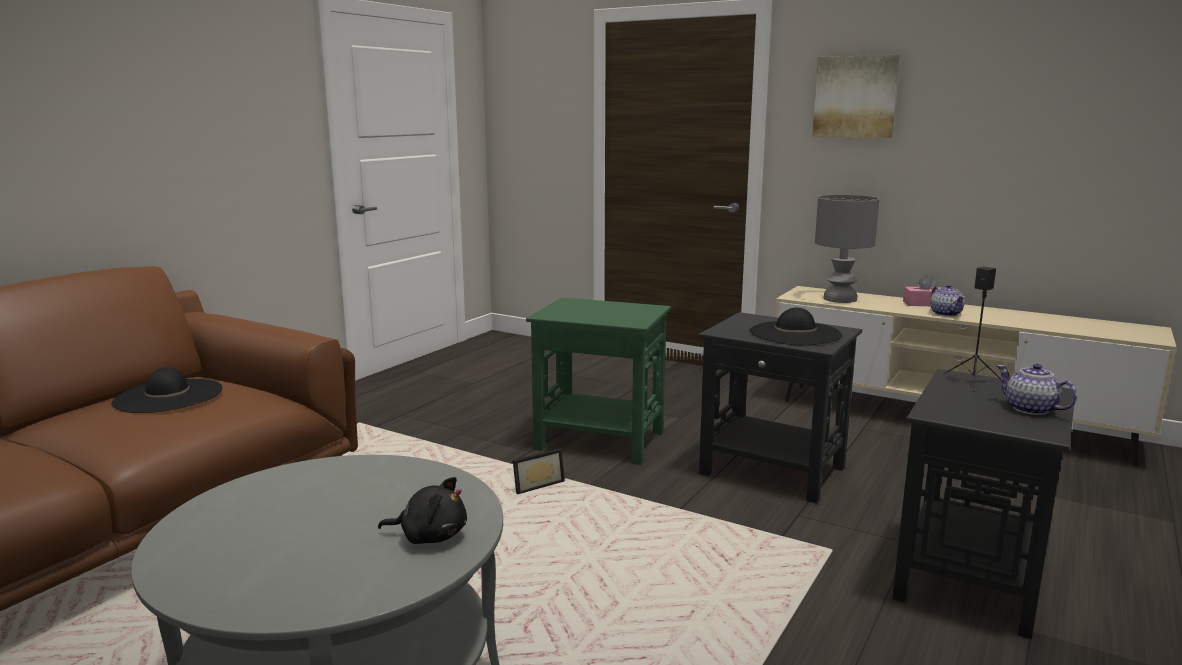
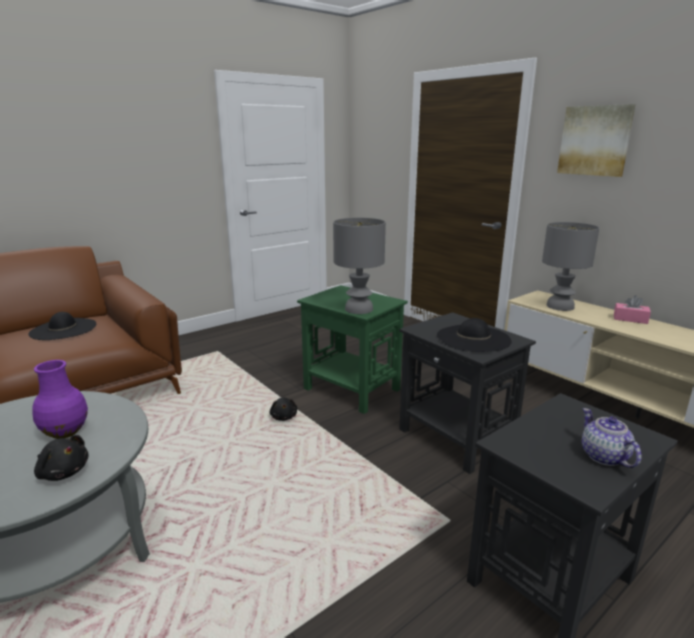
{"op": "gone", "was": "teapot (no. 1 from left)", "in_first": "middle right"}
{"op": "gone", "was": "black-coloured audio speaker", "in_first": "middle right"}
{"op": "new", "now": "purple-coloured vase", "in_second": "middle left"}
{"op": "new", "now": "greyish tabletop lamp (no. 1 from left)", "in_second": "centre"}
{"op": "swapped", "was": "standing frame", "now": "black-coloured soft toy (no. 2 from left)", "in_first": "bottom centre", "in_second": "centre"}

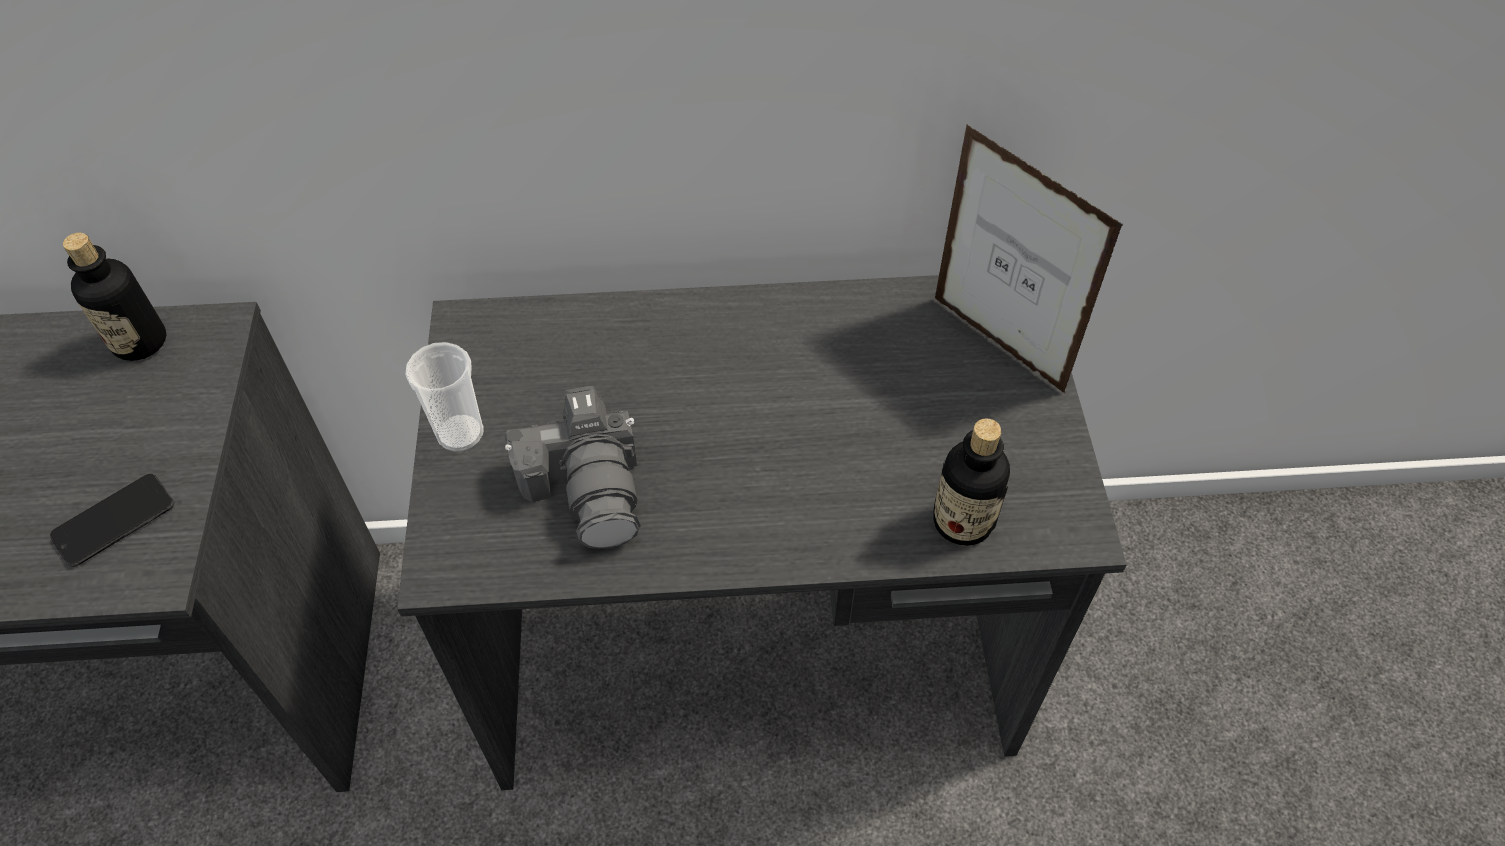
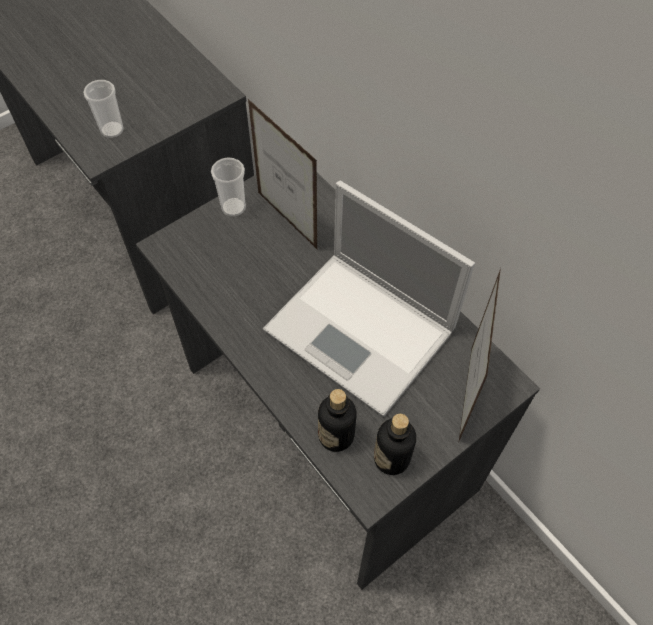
{"op": "gone", "was": "still camera", "in_first": "centre"}
{"op": "new", "now": "standing frame (no. 1 from left)", "in_second": "top centre"}
{"op": "new", "now": "notebook computer", "in_second": "centre"}
{"op": "shifted", "was": "beverage bottle (no. 1 from left in the first image)", "now": "beverage bottle (no. 2 from left)", "in_first": "middle left", "in_second": "bottom centre"}
{"op": "swapped", "was": "phone", "now": "drinking cup (no. 1 from left)", "in_first": "middle left", "in_second": "top left"}

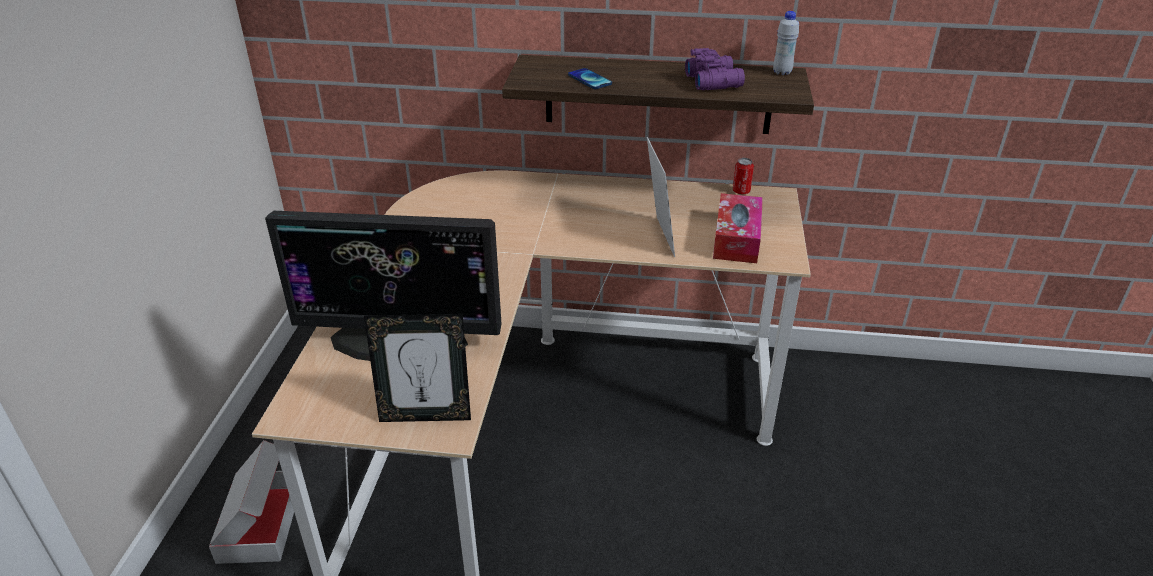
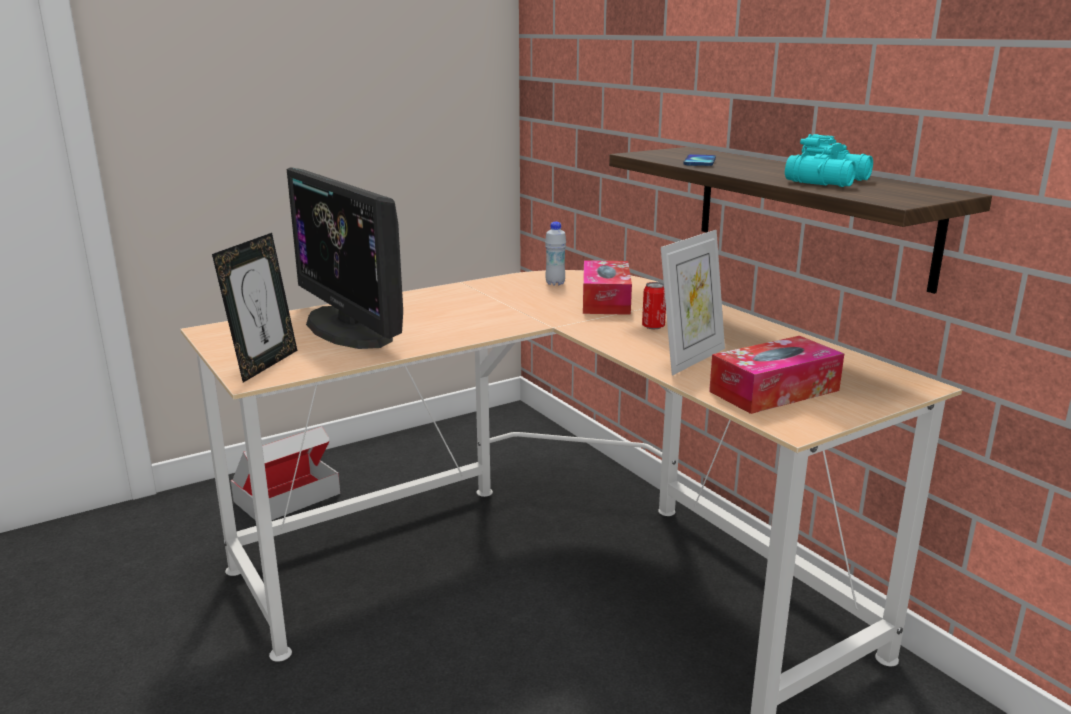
{"op": "new", "now": "tissue holder (no. 1 from left)", "in_second": "centre"}
{"op": "shifted", "was": "sealed can", "in_first": "top centre", "in_second": "centre"}
{"op": "shifted", "was": "white beverage bottle", "in_first": "top right", "in_second": "centre"}
{"op": "repainted", "was": "purple-coloured binoculars", "now": "turquoise binoculars", "in_first": "top centre", "in_second": "top right"}
{"op": "rotated", "was": "standing frame (no. 1 from left)", "in_first": "centre", "in_second": "middle left", "clockwise": -120}

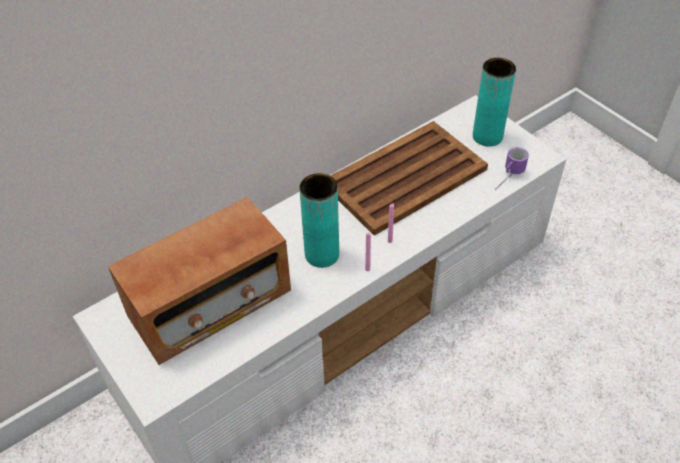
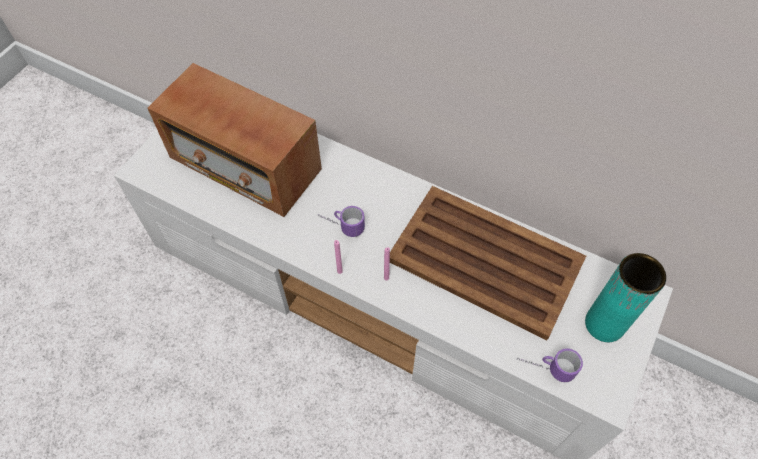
{"op": "swapped", "was": "turquoise vase (no. 1 from left)", "now": "coffee mug (no. 1 from left)", "in_first": "centre", "in_second": "centre"}

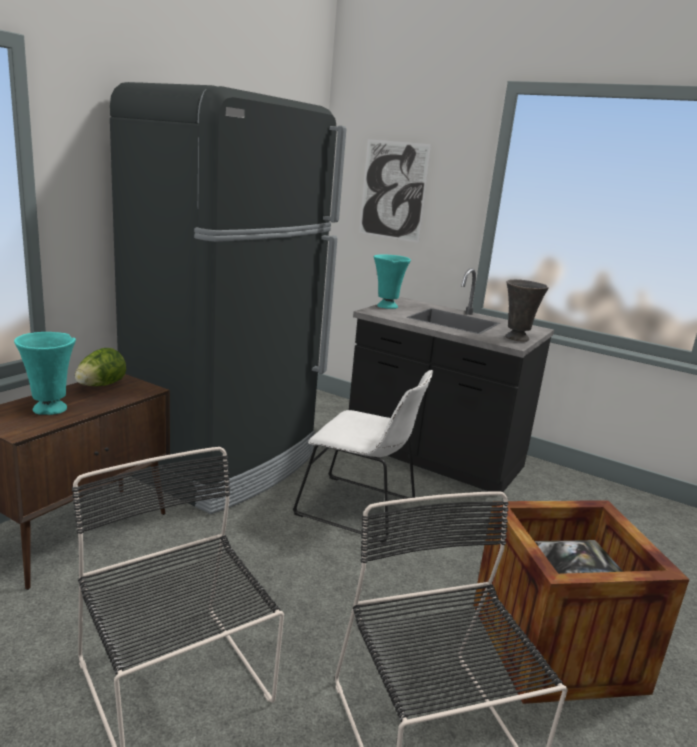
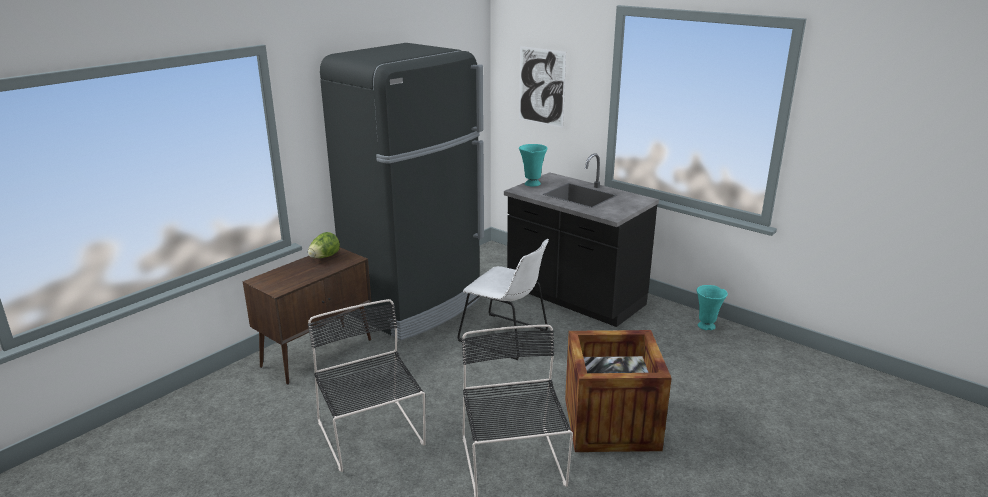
{"op": "gone", "was": "greyish vase", "in_first": "middle right"}
{"op": "shifted", "was": "turquoise vase (no. 1 from left in the first image)", "now": "turquoise vase (no. 2 from left)", "in_first": "middle left", "in_second": "middle right"}

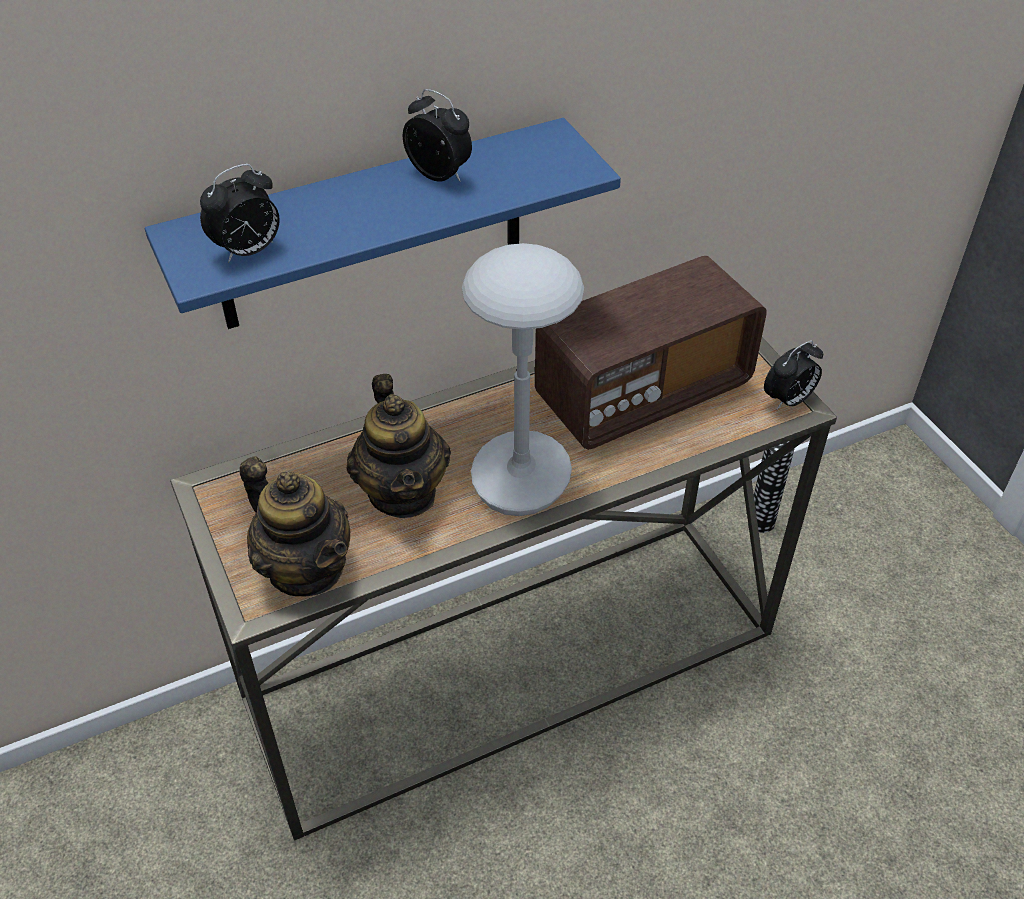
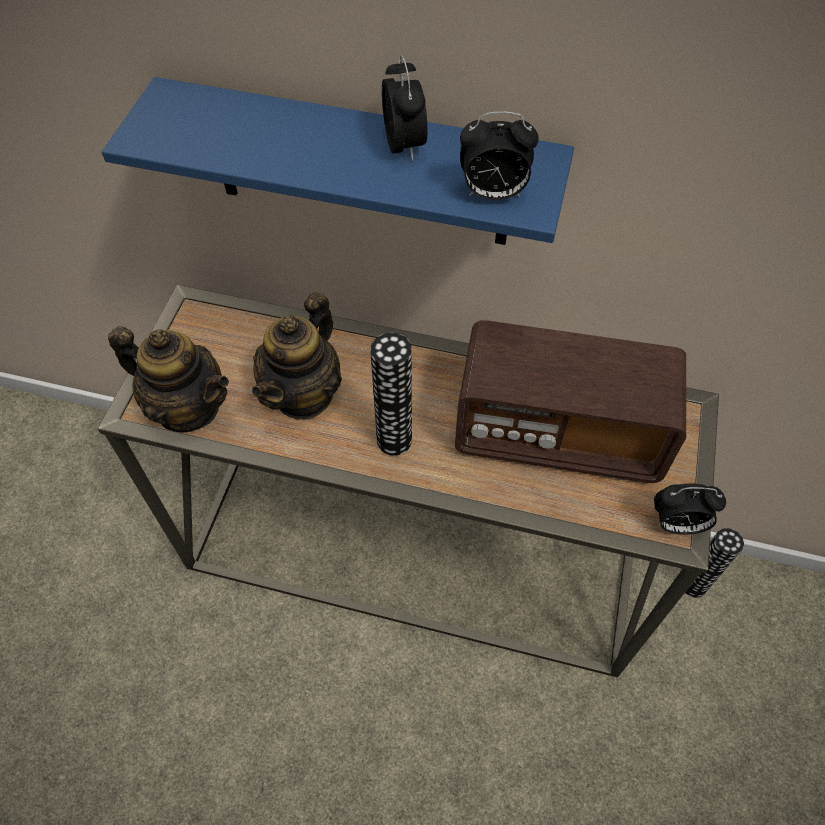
{"op": "shifted", "was": "bedside clock (no. 1 from left in the first image)", "now": "bedside clock (no. 2 from left)", "in_first": "top left", "in_second": "top centre"}
{"op": "swapped", "was": "greyish tabletop lamp", "now": "vase (no. 1 from left)", "in_first": "centre", "in_second": "centre"}
{"op": "rotated", "was": "teapot (no. 1 from left)", "in_first": "middle left", "in_second": "middle left", "clockwise": -60}

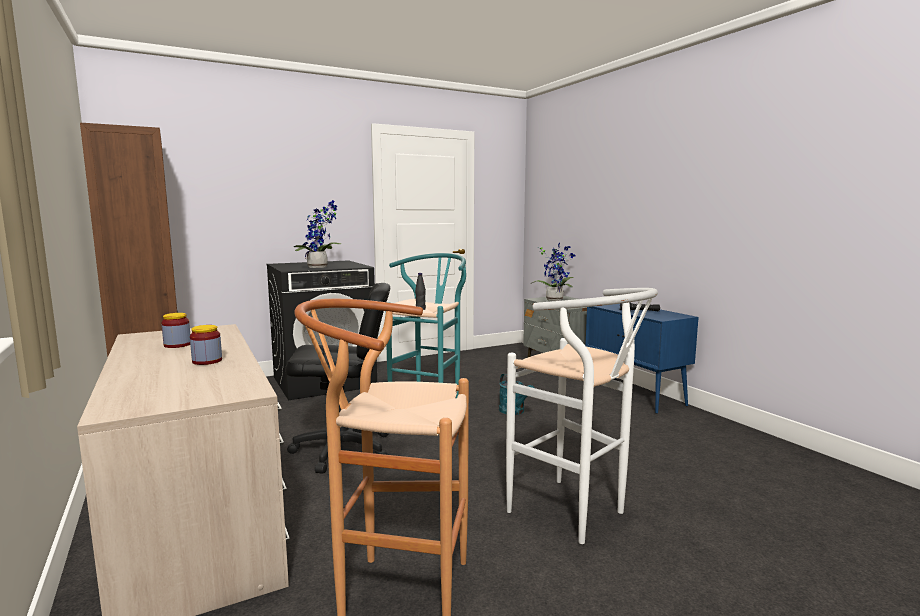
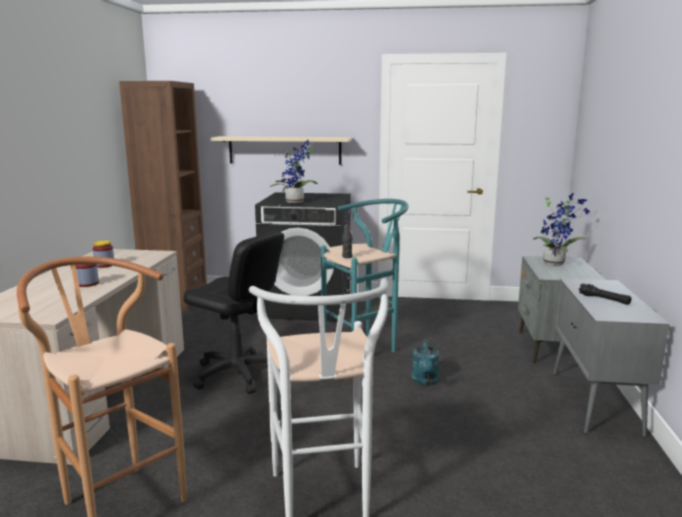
{"op": "new", "now": "sand-coloured bracket shelf", "in_second": "top centre"}
{"op": "repainted", "was": "blue cabinet", "now": "greyish cabinet", "in_first": "middle right", "in_second": "bottom right"}

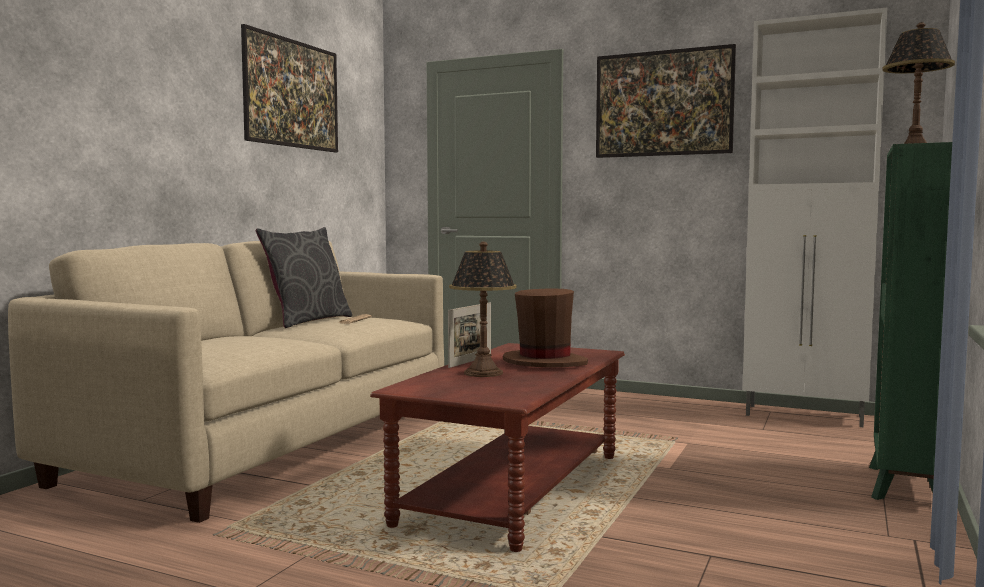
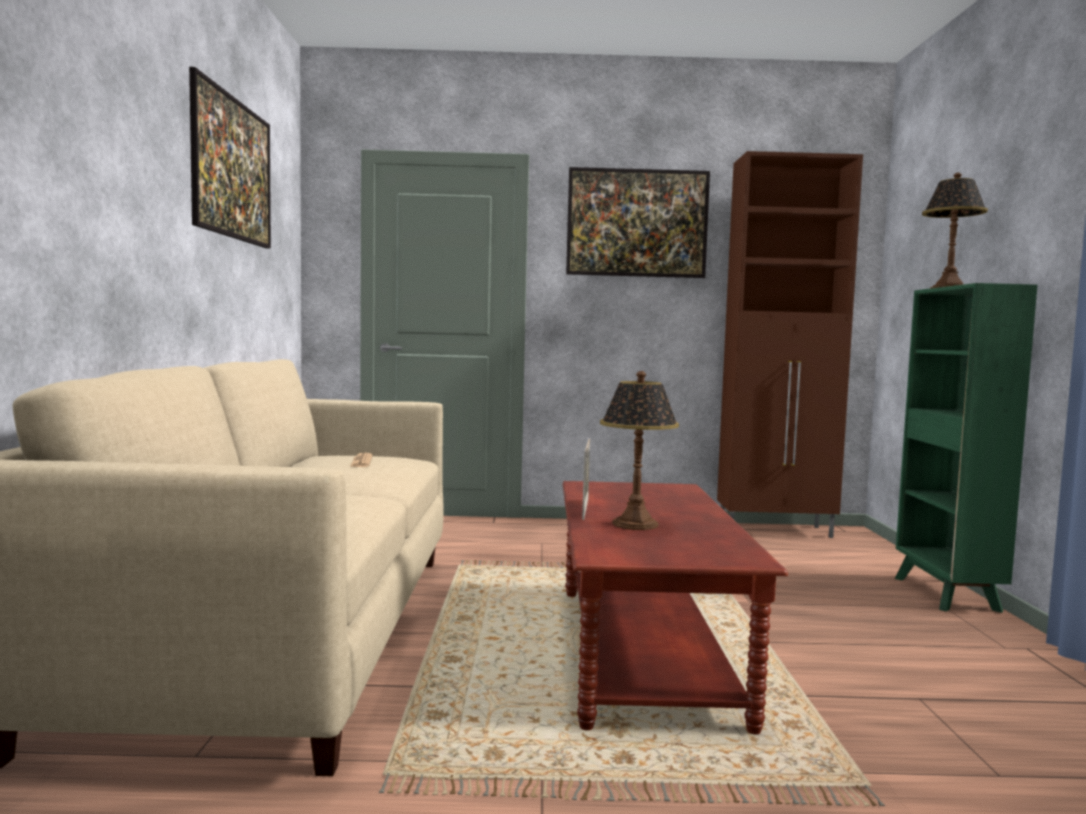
{"op": "gone", "was": "greyish throw pillow", "in_first": "middle left"}
{"op": "gone", "was": "brown wearable hat", "in_first": "centre"}
{"op": "repainted", "was": "white cabinet", "now": "brown cabinet", "in_first": "middle right", "in_second": "middle right"}

